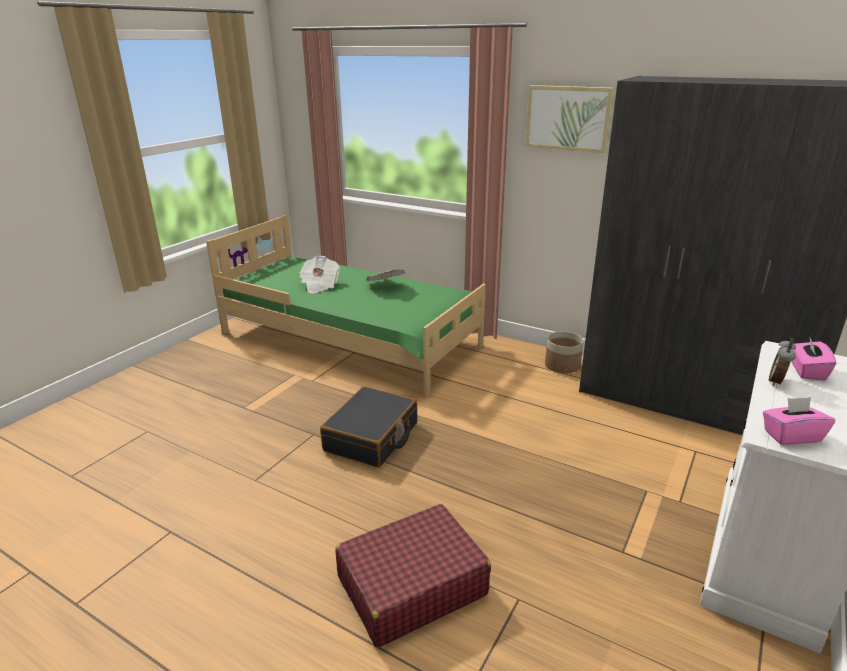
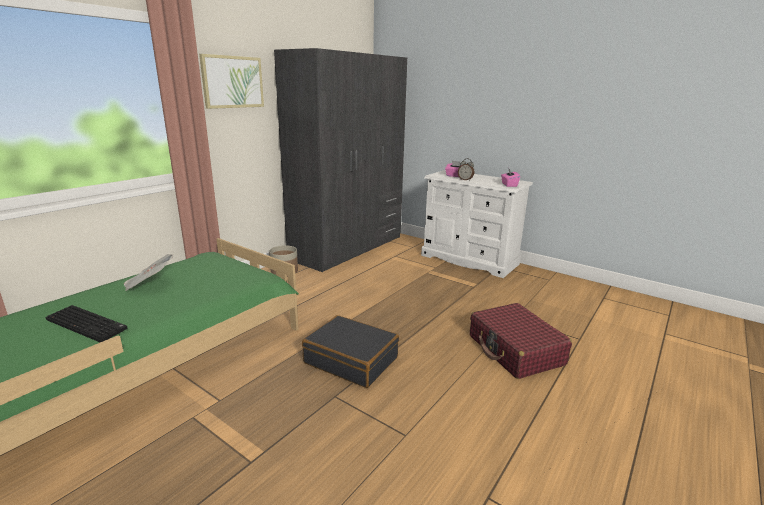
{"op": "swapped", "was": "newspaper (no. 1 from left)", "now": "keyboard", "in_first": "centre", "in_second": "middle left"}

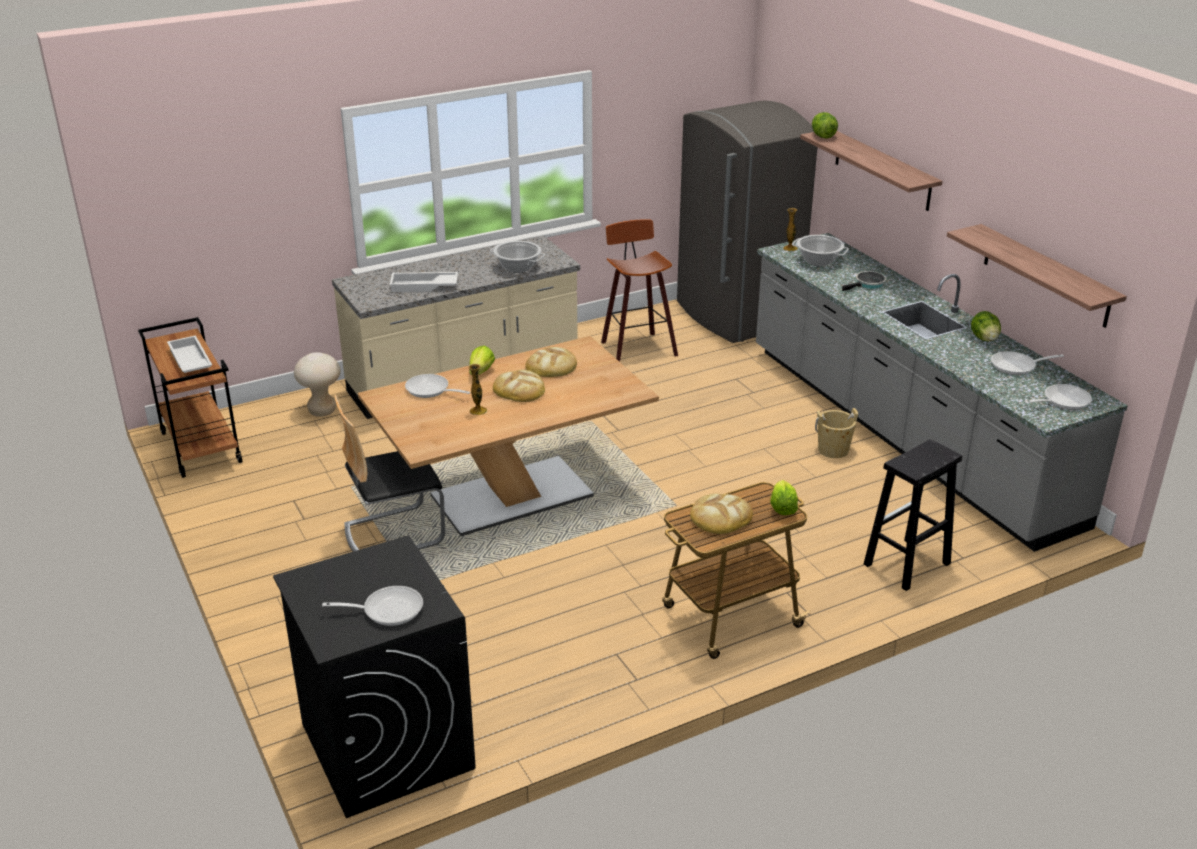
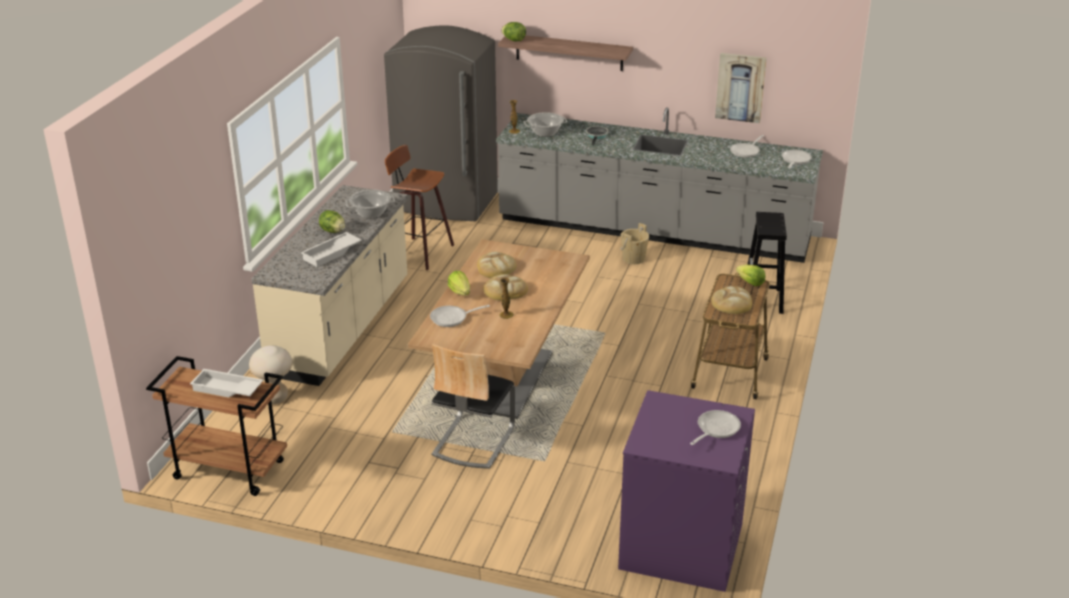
{"op": "shifted", "was": "lettuce head (no. 4 from left in the first image)", "now": "lettuce head (no. 1 from left)", "in_first": "middle right", "in_second": "middle left"}
{"op": "swapped", "was": "bracket shelf (no. 2 from left)", "now": "wall art", "in_first": "top right", "in_second": "top right"}
{"op": "repainted", "was": "black-coloured washing machine", "now": "purple-coloured washing machine", "in_first": "bottom left", "in_second": "bottom centre"}

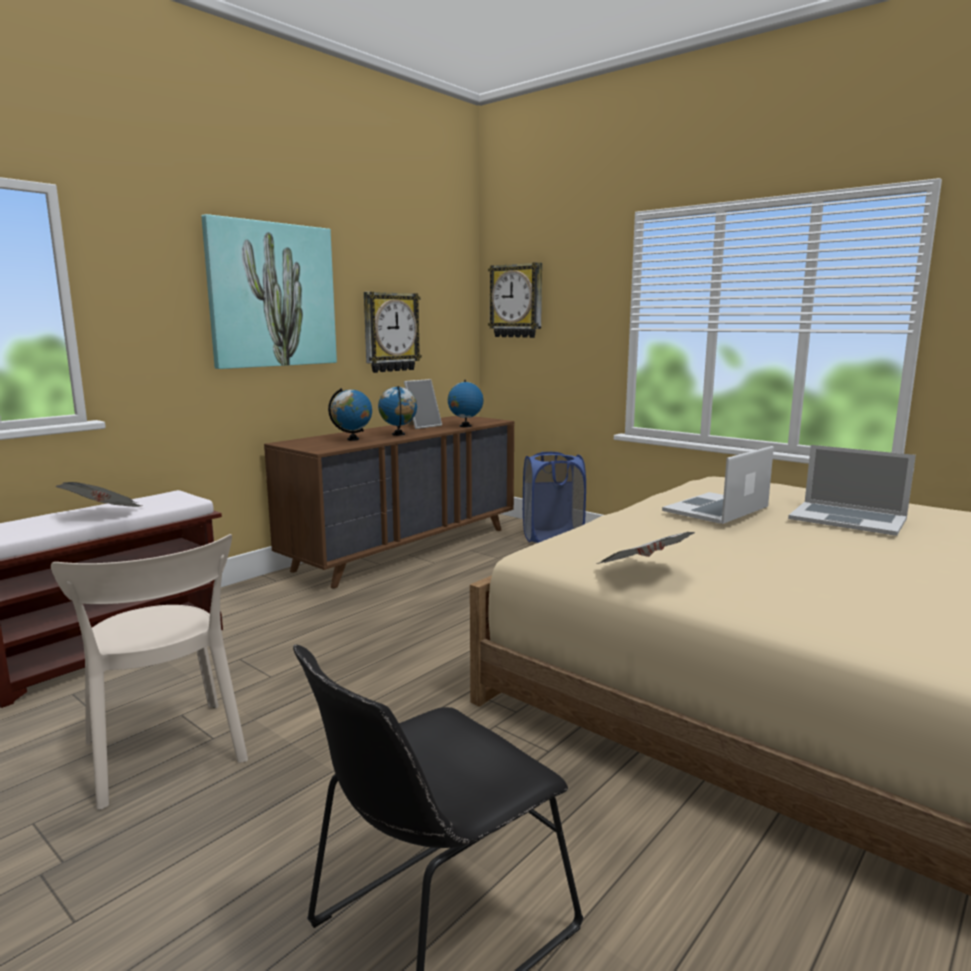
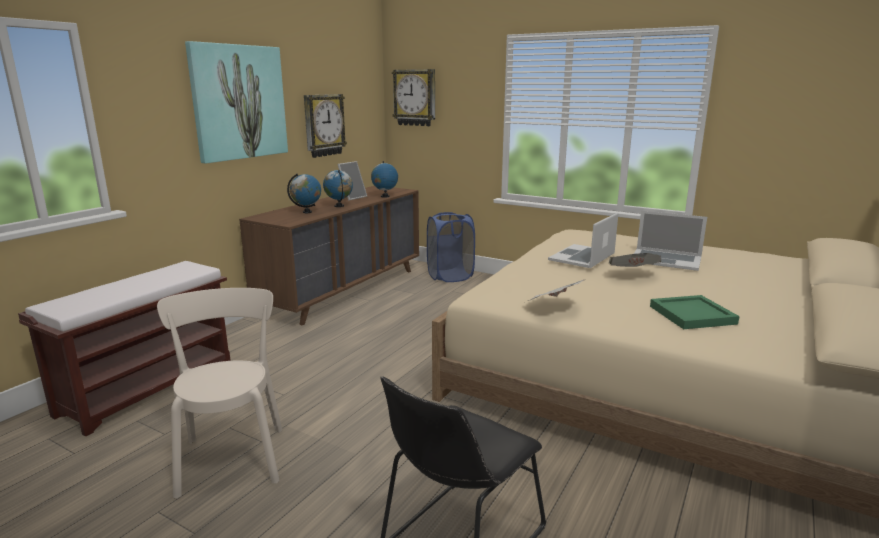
{"op": "new", "now": "green-coloured serving tray", "in_second": "middle right"}
{"op": "shifted", "was": "newspaper (no. 1 from left in the first image)", "now": "newspaper (no. 2 from left)", "in_first": "middle left", "in_second": "middle right"}
{"op": "rotated", "was": "sand-coloured plain chair", "in_first": "bottom left", "in_second": "bottom left", "clockwise": -150}

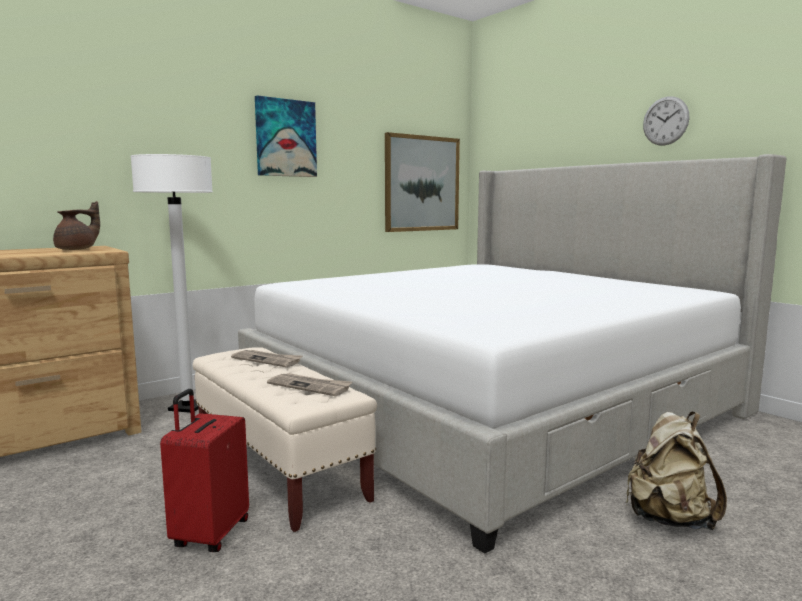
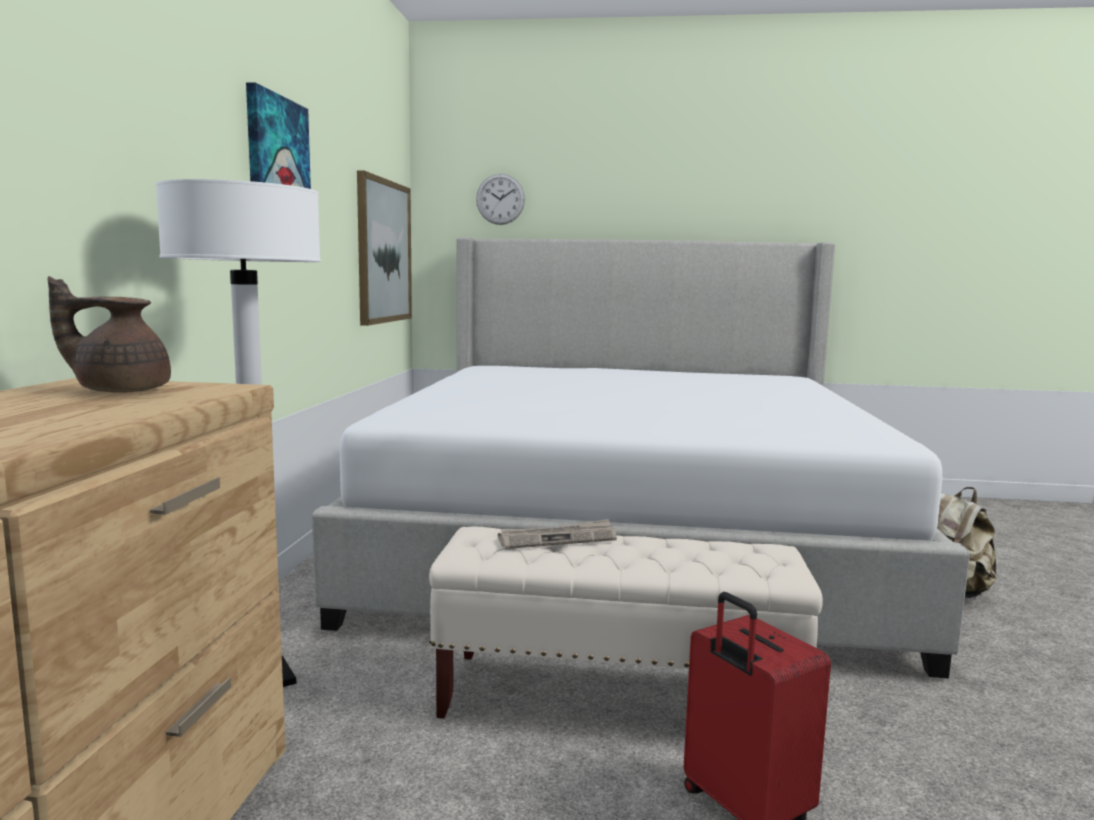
{"op": "gone", "was": "newspaper (no. 2 from left)", "in_first": "centre"}
{"op": "shifted", "was": "clock on the wall", "in_first": "top right", "in_second": "top centre"}
{"op": "rotated", "was": "brown teapot", "in_first": "middle left", "in_second": "middle left", "clockwise": -90}

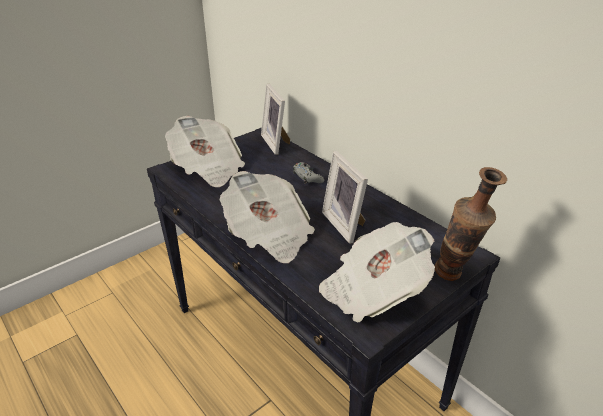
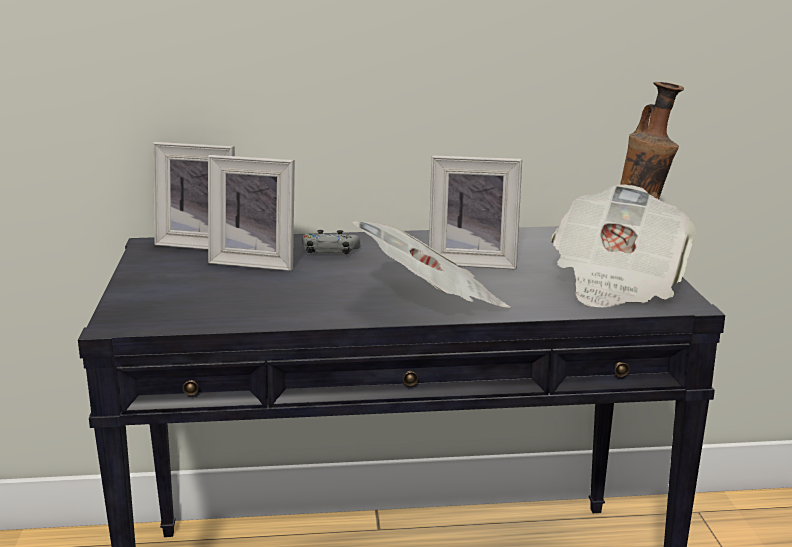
{"op": "gone", "was": "newspaper (no. 1 from left)", "in_first": "centre"}
{"op": "new", "now": "standing frame (no. 2 from left)", "in_second": "middle left"}

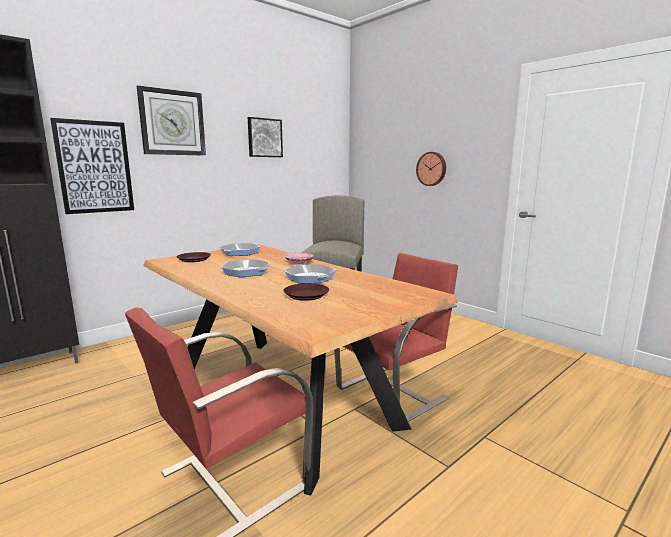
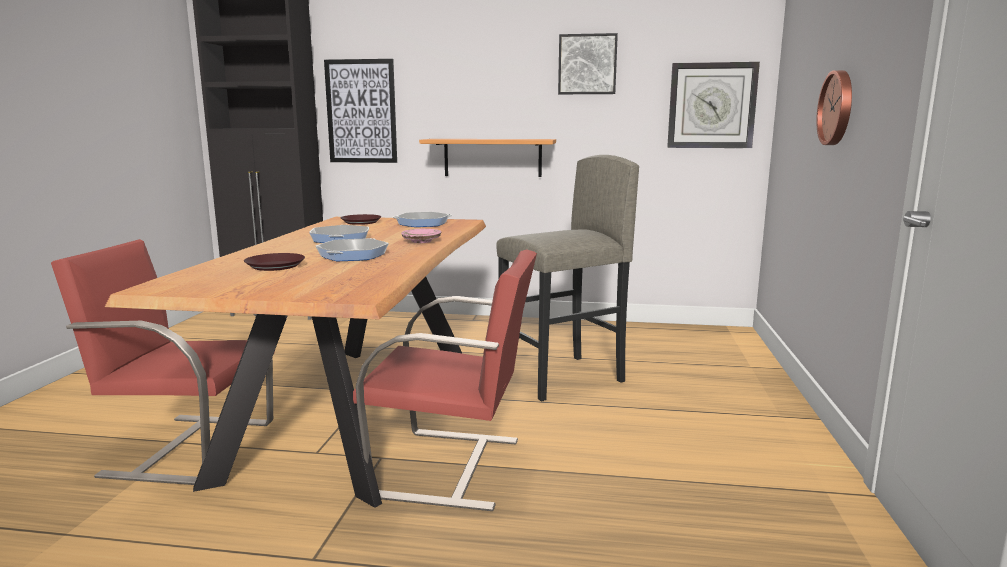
{"op": "new", "now": "bracket shelf", "in_second": "top centre"}
{"op": "shifted", "was": "clock on the wall (no. 1 from left)", "in_first": "top left", "in_second": "top right"}

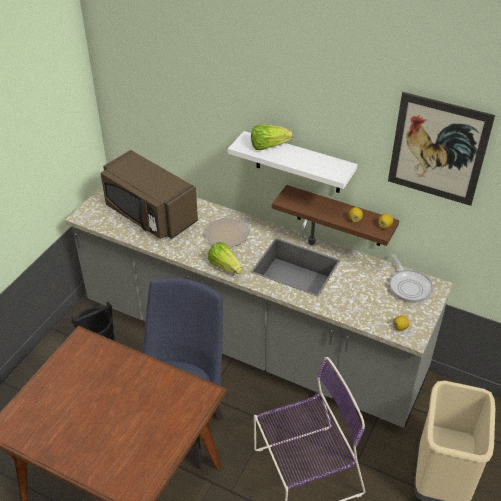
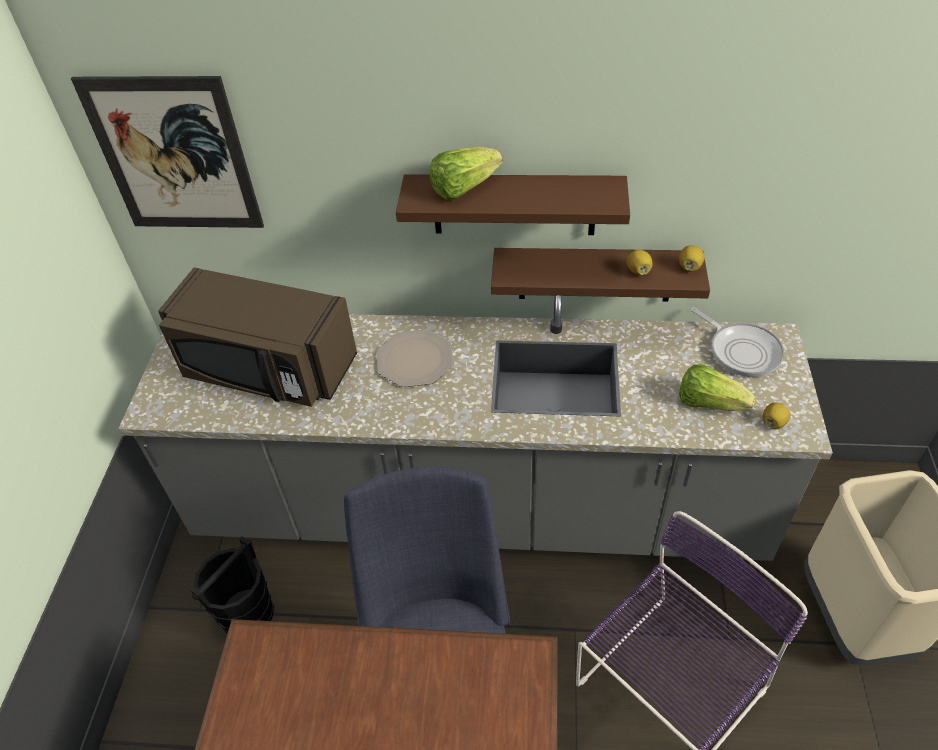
{"op": "shifted", "was": "lettuce head (no. 1 from left in the first image)", "now": "lettuce head (no. 2 from left)", "in_first": "centre", "in_second": "middle right"}
{"op": "shifted", "was": "wall art", "in_first": "top right", "in_second": "top left"}
{"op": "repainted", "was": "white bracket shelf", "now": "brown bracket shelf (no. 1 from left)", "in_first": "top centre", "in_second": "top centre"}

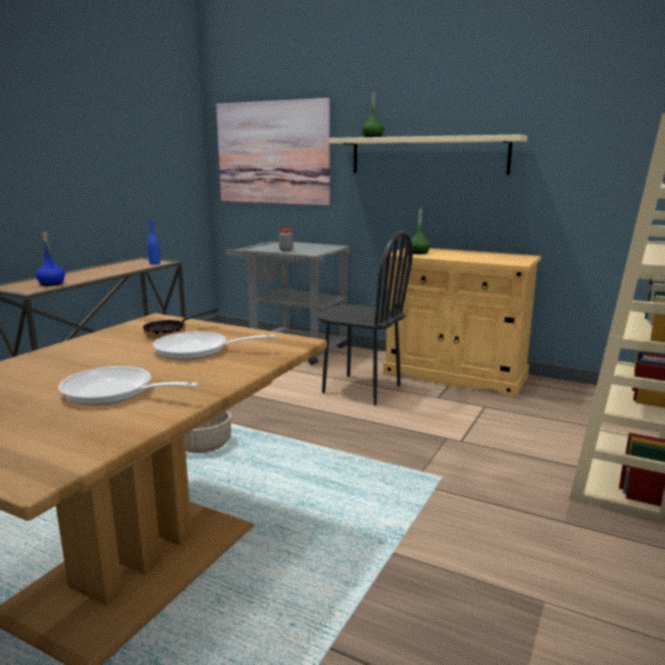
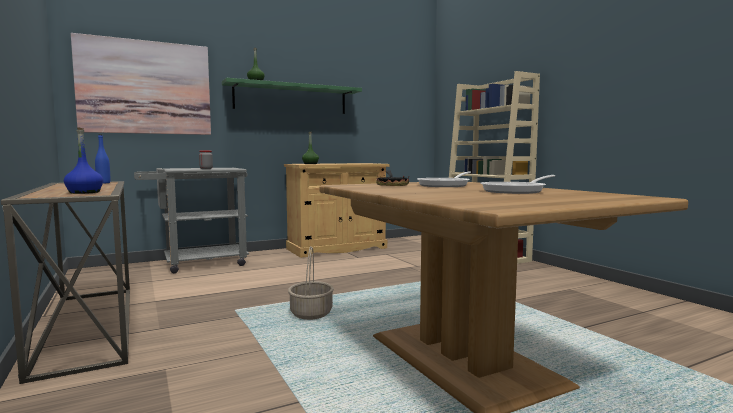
{"op": "gone", "was": "black-coloured plain chair", "in_first": "centre"}
{"op": "repainted", "was": "sand-coloured bracket shelf", "now": "green-coloured bracket shelf", "in_first": "top centre", "in_second": "top centre"}

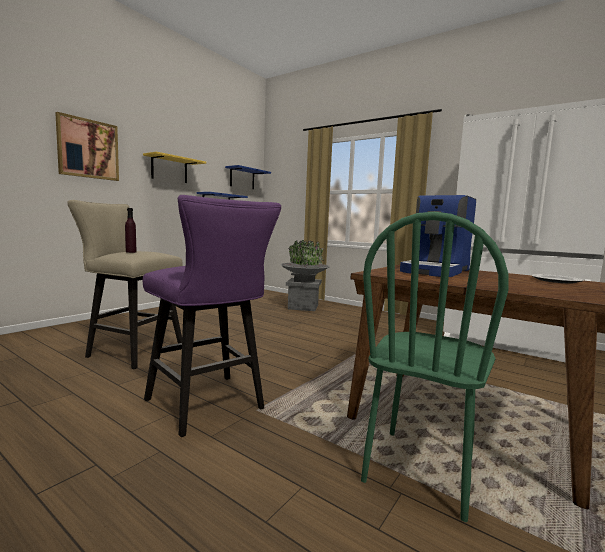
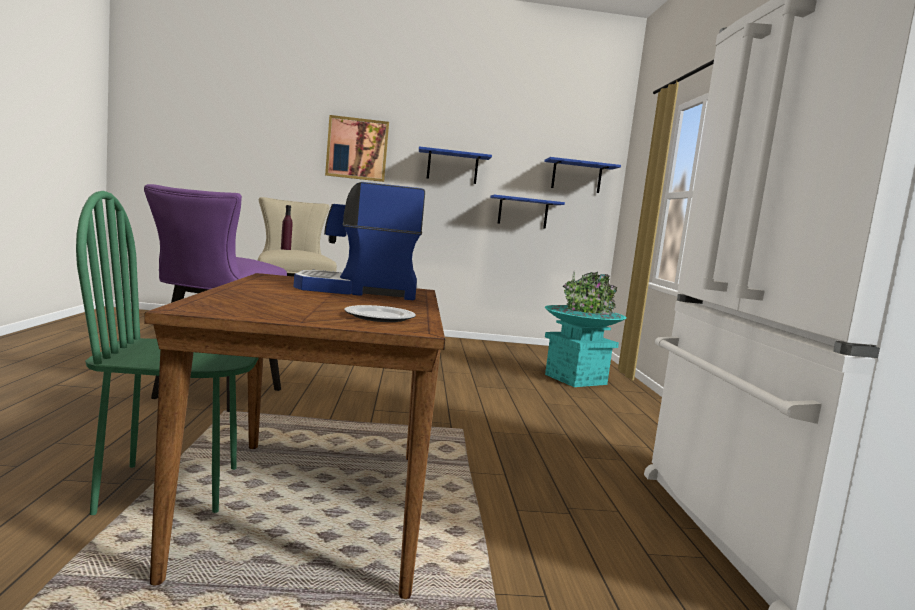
{"op": "repainted", "was": "yellowish bracket shelf", "now": "blue bracket shelf (no. 1 from left)", "in_first": "top left", "in_second": "top centre"}
{"op": "repainted", "was": "greyish plant pot", "now": "turquoise plant pot", "in_first": "centre", "in_second": "centre"}

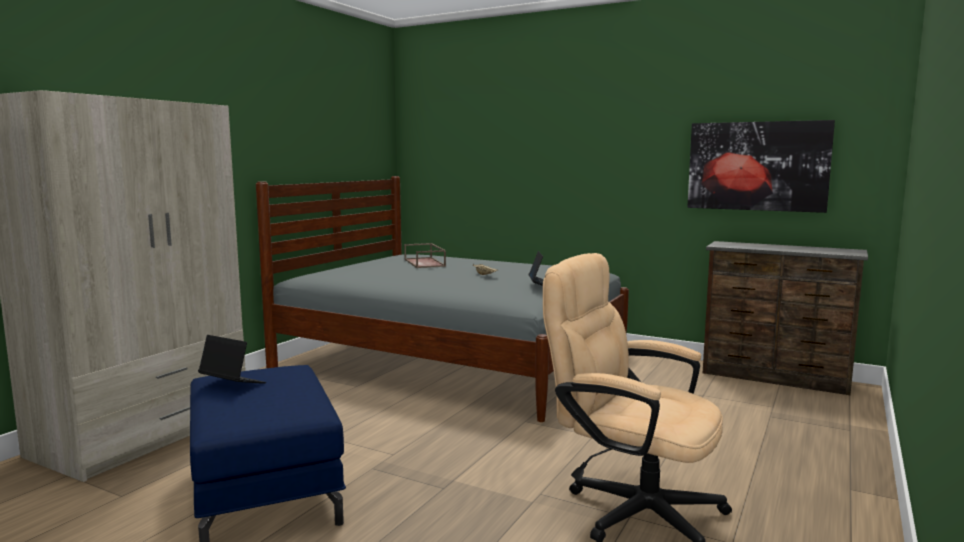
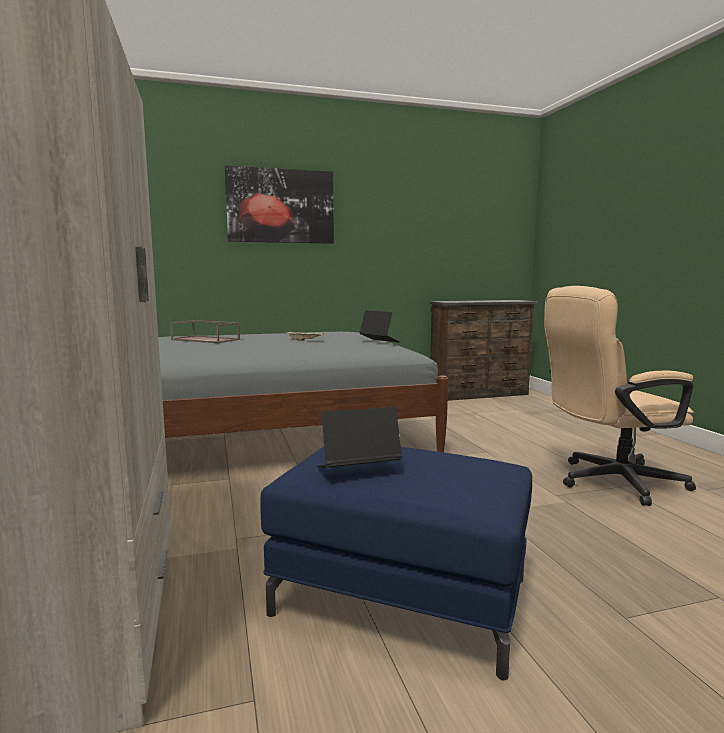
{"op": "shifted", "was": "wall art", "in_first": "top right", "in_second": "top centre"}

